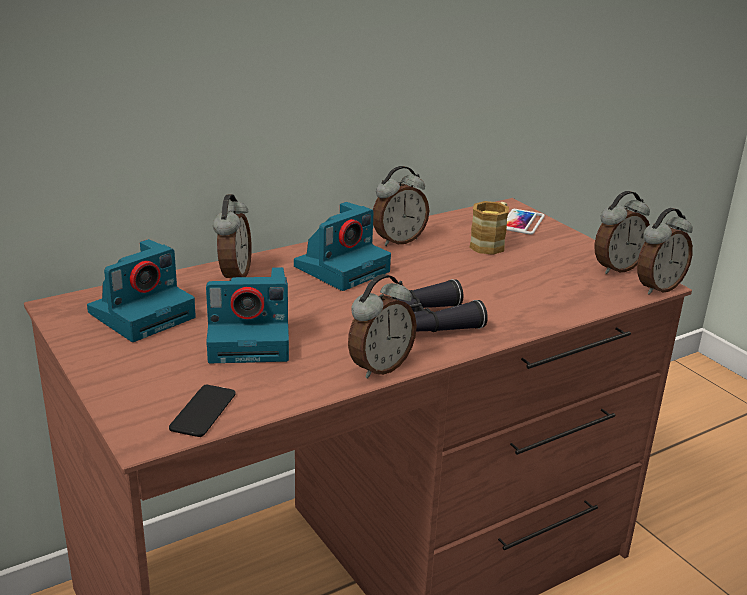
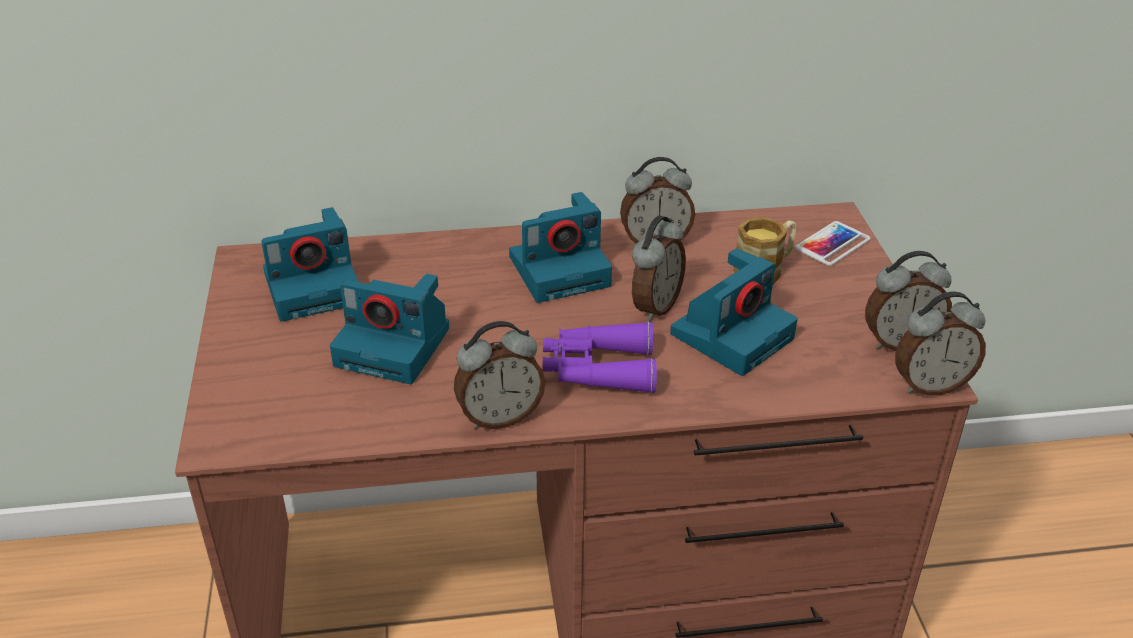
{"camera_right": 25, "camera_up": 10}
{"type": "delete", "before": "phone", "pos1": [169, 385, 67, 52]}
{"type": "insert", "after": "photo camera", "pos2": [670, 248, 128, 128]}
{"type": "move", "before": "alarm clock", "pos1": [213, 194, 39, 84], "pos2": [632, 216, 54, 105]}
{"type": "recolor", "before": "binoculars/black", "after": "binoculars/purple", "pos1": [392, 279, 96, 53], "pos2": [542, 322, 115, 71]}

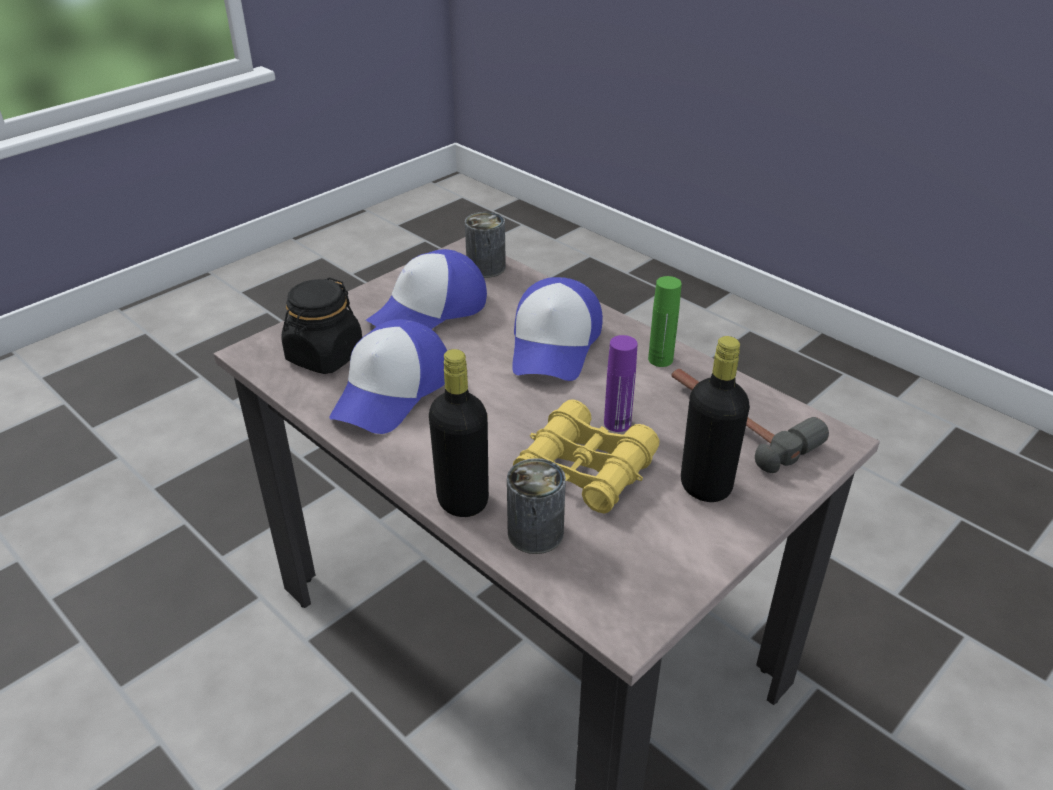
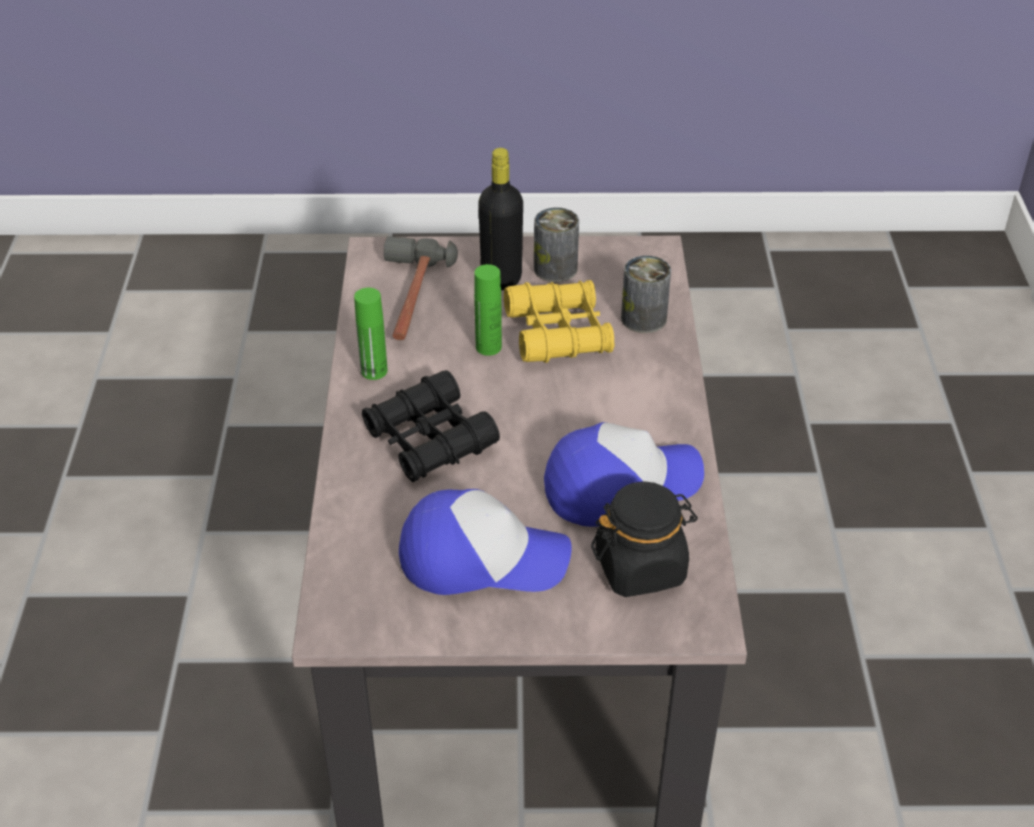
{"camera_right": -135, "camera_up": 5}
{"type": "delete", "before": "bottle/black", "pos1": [429, 349, 60, 168]}
{"type": "move", "before": "can", "pos1": [465, 212, 41, 66], "pos2": [534, 207, 45, 75]}
{"type": "replace", "before": "cap", "after": "binoculars/black", "pos1": [512, 277, 91, 104], "pos2": [362, 370, 138, 112]}
{"type": "recolor", "before": "bottle/purple", "after": "bottle/green", "pos1": [604, 335, 34, 97], "pos2": [474, 264, 28, 92]}

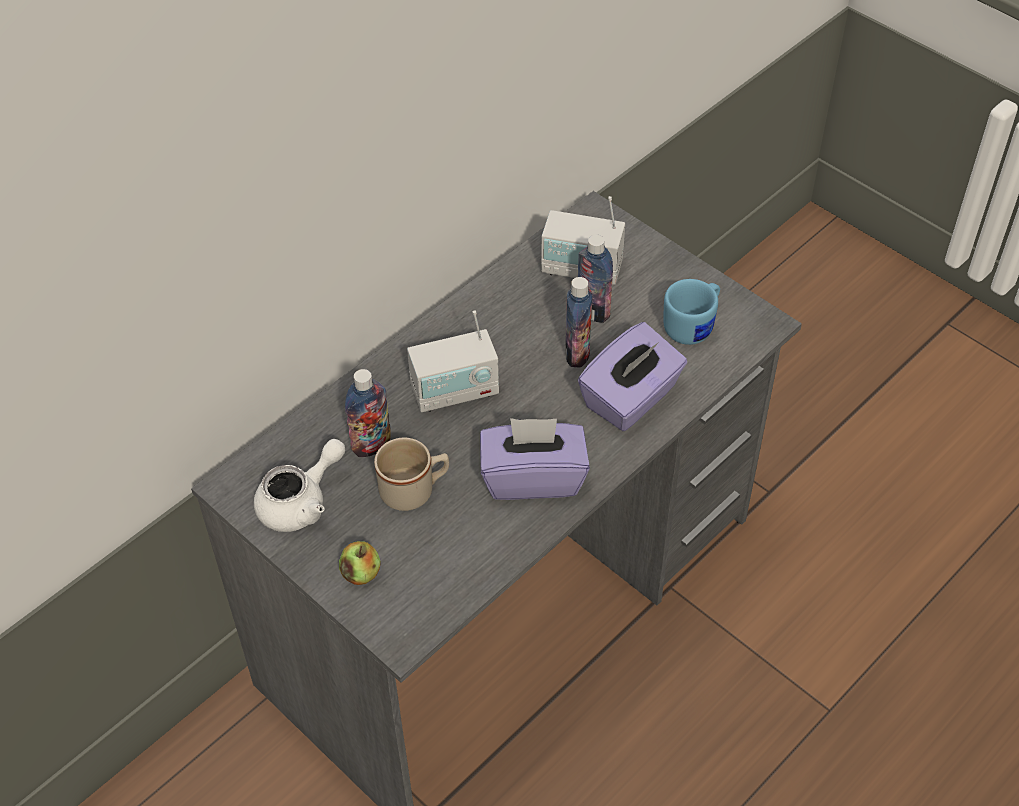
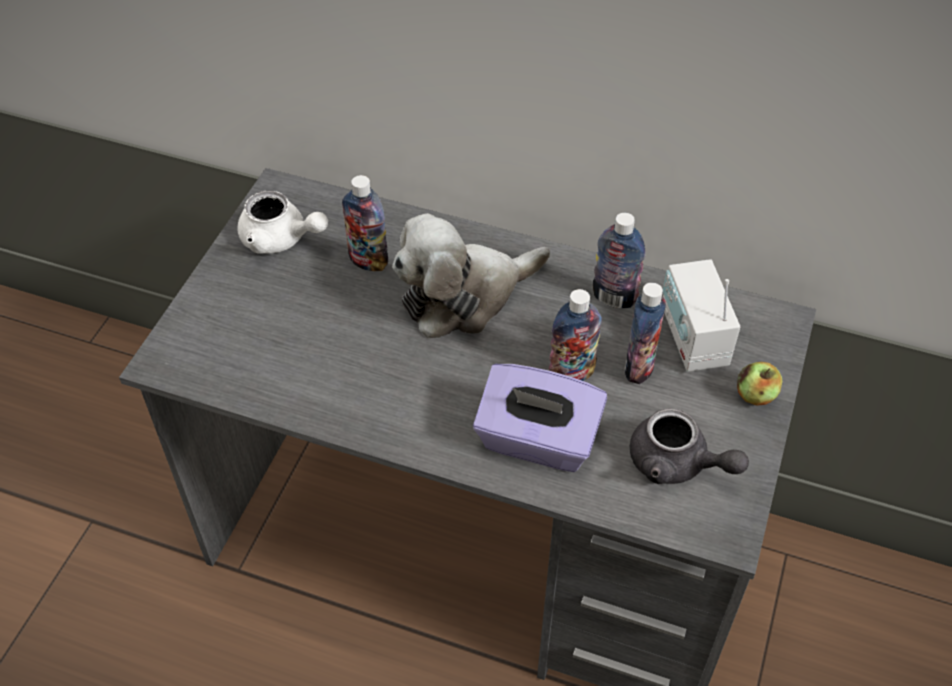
{"camera_right": 65, "camera_up": 0}
{"type": "delete", "before": "mug/beige", "pos1": [374, 438, 75, 73]}
{"type": "delete", "before": "tissue box/purple", "pos1": [480, 418, 110, 82]}
{"type": "insert", "after": "bottle", "pos2": [593, 213, 52, 95]}
{"type": "move", "before": "apple", "pos1": [339, 541, 42, 44], "pos2": [737, 362, 45, 44]}
{"type": "replace", "before": "radio", "after": "plush toy", "pos1": [407, 310, 92, 102], "pos2": [392, 213, 158, 125]}
{"type": "replace", "before": "mug/blue", "after": "teapot/grey", "pos1": [663, 279, 57, 66], "pos2": [630, 408, 119, 76]}

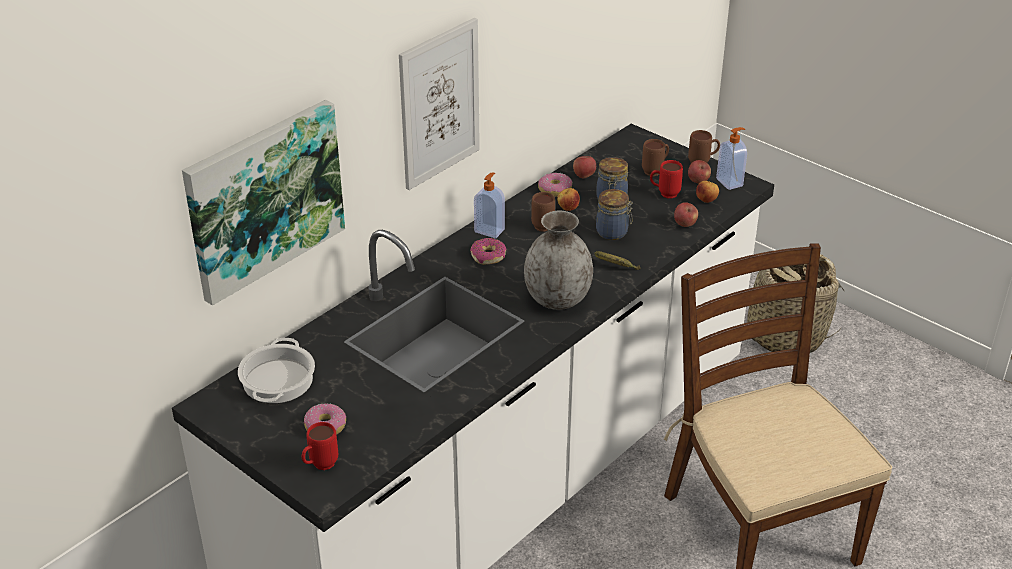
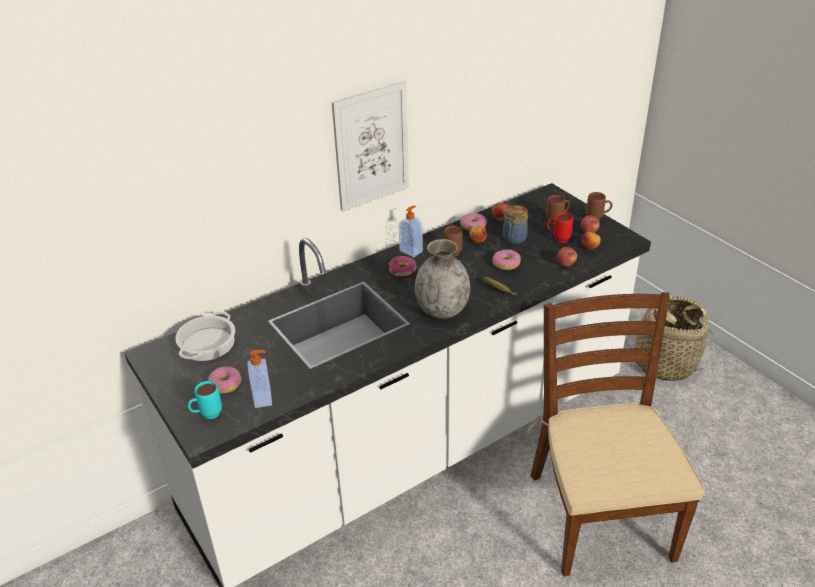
{"camera_right": 15, "camera_up": 0}
{"type": "delete", "before": "picture", "pos1": [182, 100, 163, 206]}
{"type": "move", "before": "soap dispenser", "pos1": [716, 127, 31, 63], "pos2": [248, 350, 24, 58]}
{"type": "replace", "before": "jar", "after": "donut", "pos1": [596, 189, 37, 51], "pos2": [492, 249, 29, 21]}
{"type": "recolor", "before": "mug/red", "after": "mug/turquoise", "pos1": [302, 422, 36, 48], "pos2": [188, 381, 34, 38]}

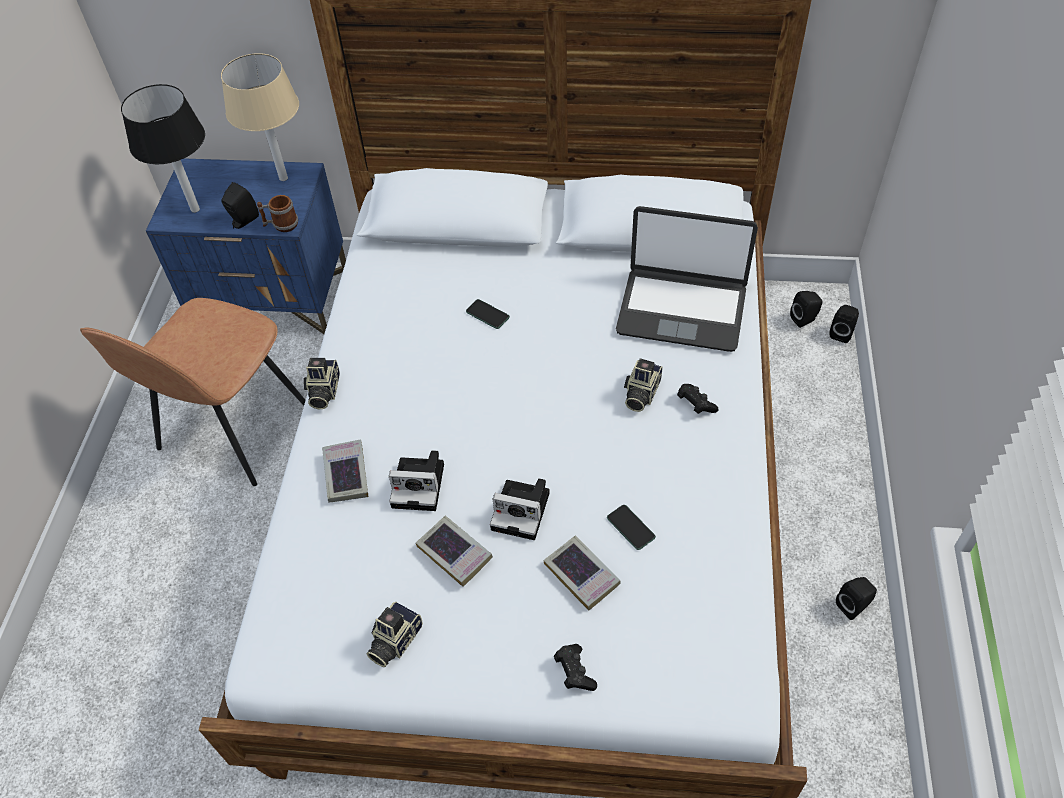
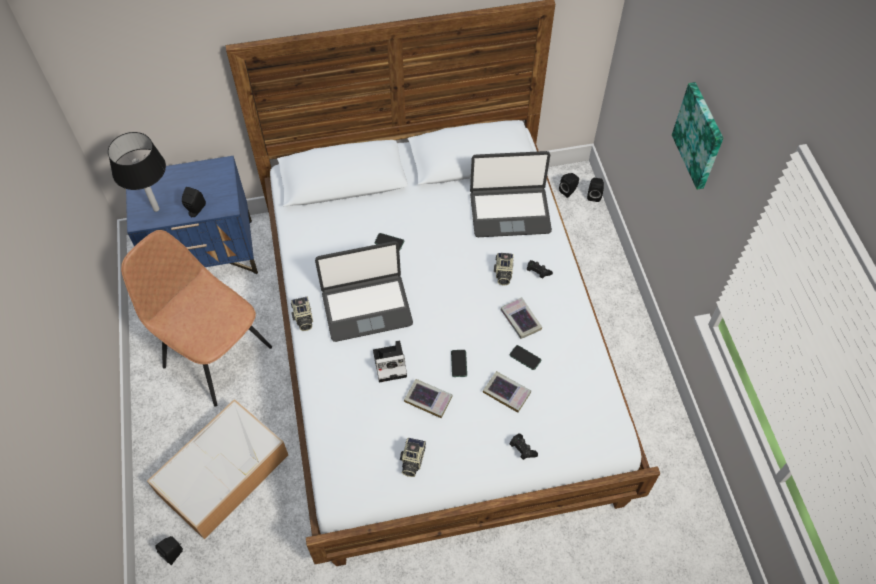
{"camera_right": -20, "camera_up": 5}
{"type": "delete", "before": "table lamp/beige", "pos1": [221, 53, 78, 128]}
{"type": "delete", "before": "mug", "pos1": [257, 195, 41, 37]}
{"type": "insert", "after": "storage box", "pos2": [147, 399, 141, 141]}
{"type": "insert", "after": "laptop", "pos2": [315, 241, 98, 101]}
{"type": "insert", "after": "picture", "pos2": [672, 82, 51, 108]}
{"type": "move", "before": "book", "pos1": [322, 439, 47, 64], "pos2": [501, 297, 41, 42]}
{"type": "move", "before": "speaker/black", "pos1": [836, 577, 41, 43], "pos2": [155, 536, 28, 29]}
{"type": "replace", "before": "photo camera", "after": "phone", "pos1": [490, 478, 60, 62], "pos2": [451, 350, 16, 27]}
{"type": "rotate", "before": "chair/brown", "pos1": [80, 298, 226, 188], "pos2": [121, 230, 151, 176], "turn": 120}

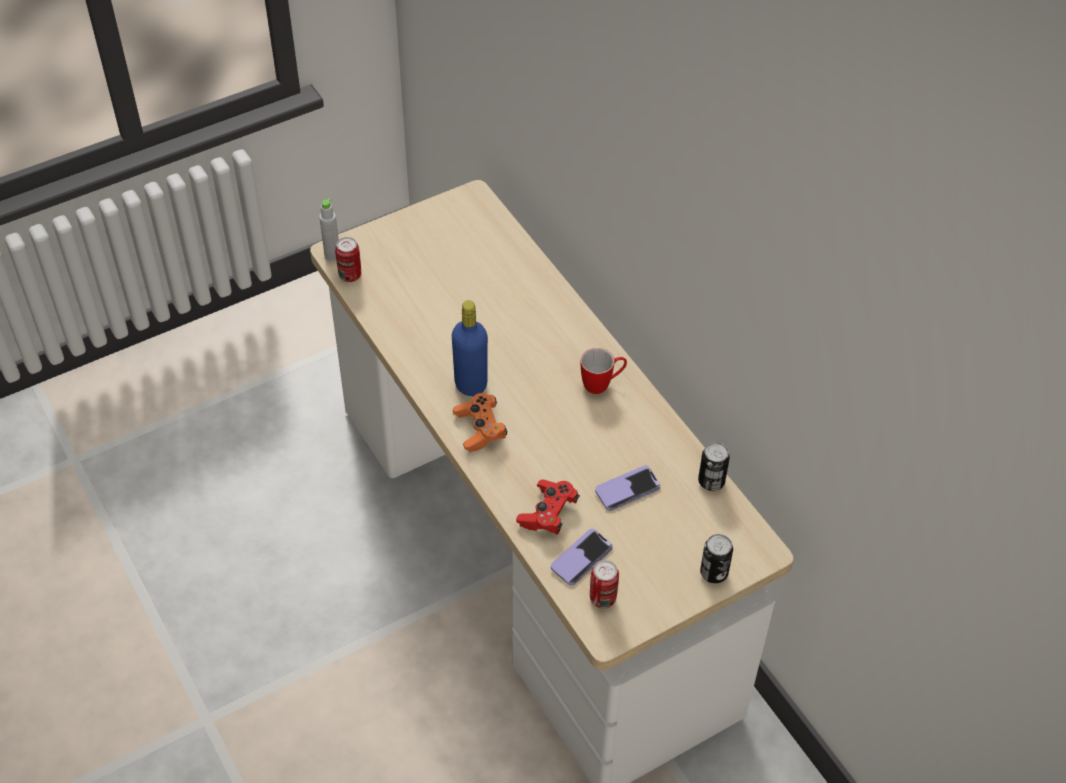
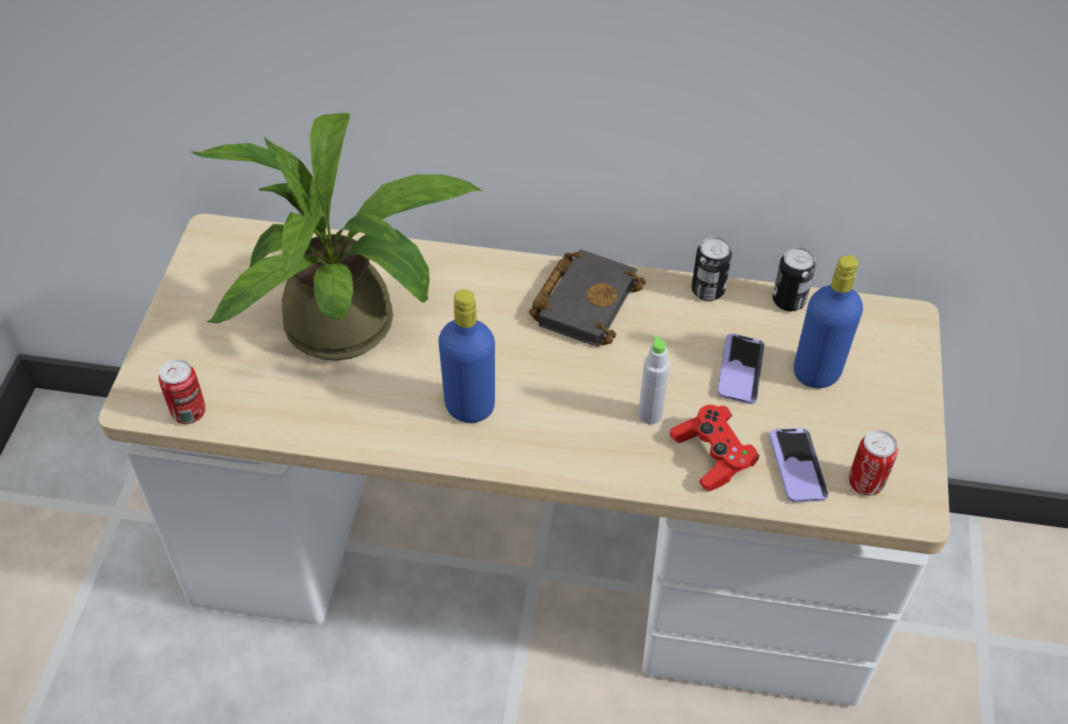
{"camera_right": -50, "camera_up": 0}
{"type": "delete", "before": "game controller/orange", "pos1": [453, 393, 54, 59]}
{"type": "insert", "after": "potted plant", "pos2": [192, 113, 290, 248]}
{"type": "insert", "after": "bottle/blue", "pos2": [794, 255, 69, 133]}
{"type": "move", "before": "bottle/grey", "pos1": [319, 198, 20, 63], "pos2": [638, 336, 32, 89]}
{"type": "move", "before": "can", "pos1": [700, 534, 33, 49], "pos2": [691, 237, 41, 64]}
{"type": "replace", "before": "mug", "after": "book/black", "pos1": [581, 348, 46, 46], "pos2": [529, 249, 117, 98]}

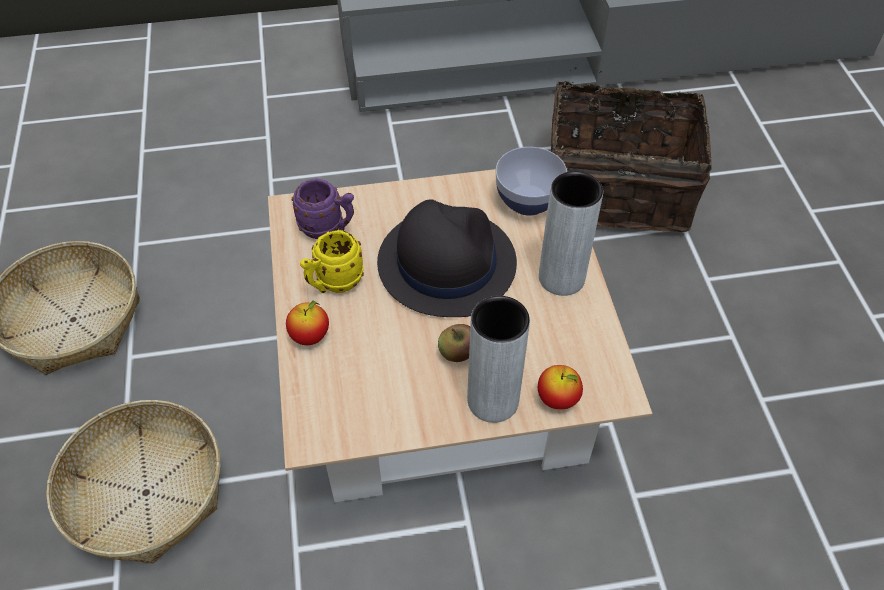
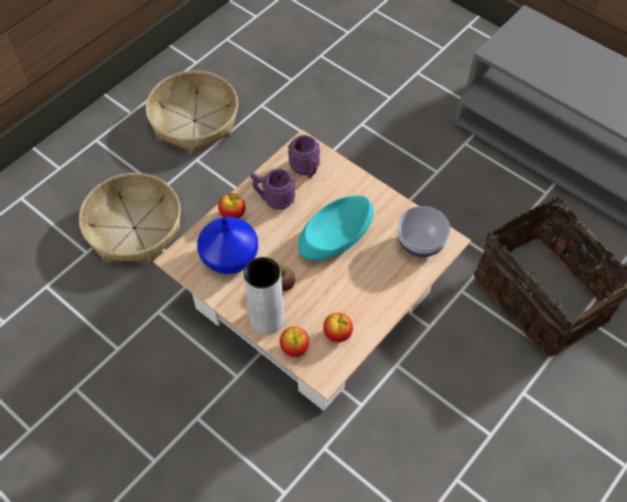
{"camera_right": 50, "camera_up": 5}
{"type": "delete", "before": "vase/grey", "pos1": [539, 171, 64, 125]}
{"type": "insert", "after": "vase/blue", "pos2": [197, 217, 61, 57]}
{"type": "insert", "after": "apple", "pos2": [323, 313, 30, 29]}
{"type": "replace", "before": "hat/black", "after": "bowl/turquoise", "pos1": [377, 199, 140, 118], "pos2": [298, 196, 76, 65]}
{"type": "recolor", "before": "mug/yellow", "after": "mug/purple", "pos1": [300, 230, 64, 63], "pos2": [250, 169, 46, 41]}

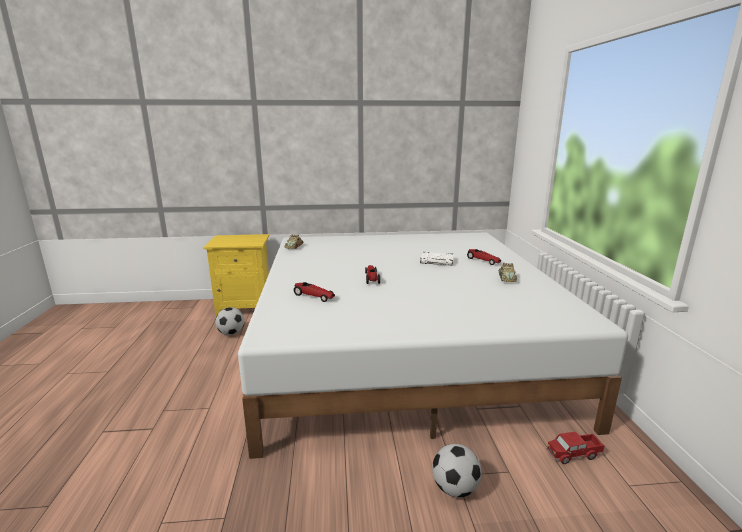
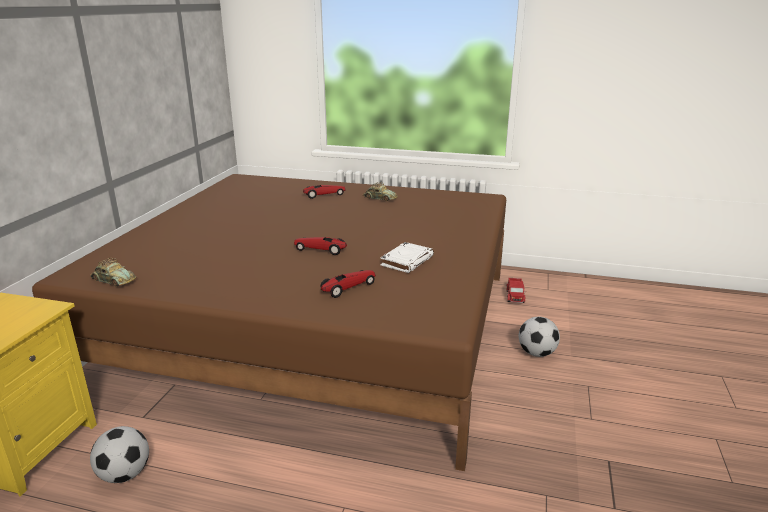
{"camera_right": -70, "camera_up": 5}
{"type": "move", "before": "book/white", "pos1": [420, 252, 34, 13], "pos2": [380, 242, 54, 31]}
{"type": "recolor", "before": "bed/white", "after": "bed/brown", "pos1": [238, 233, 390, 226], "pos2": [32, 174, 474, 297]}

